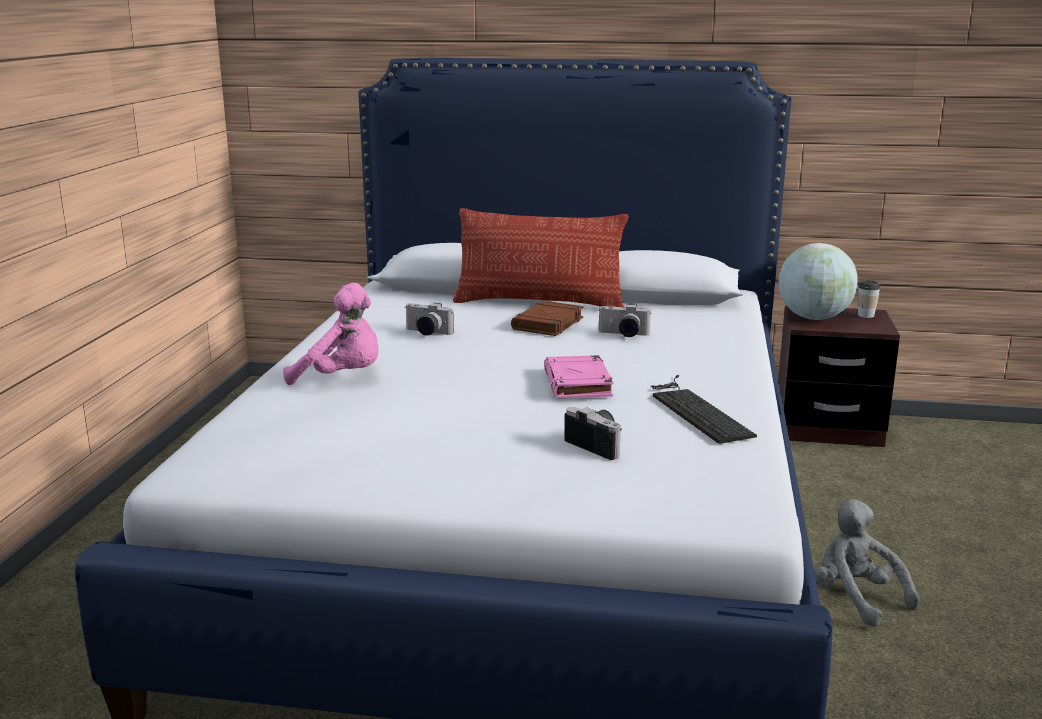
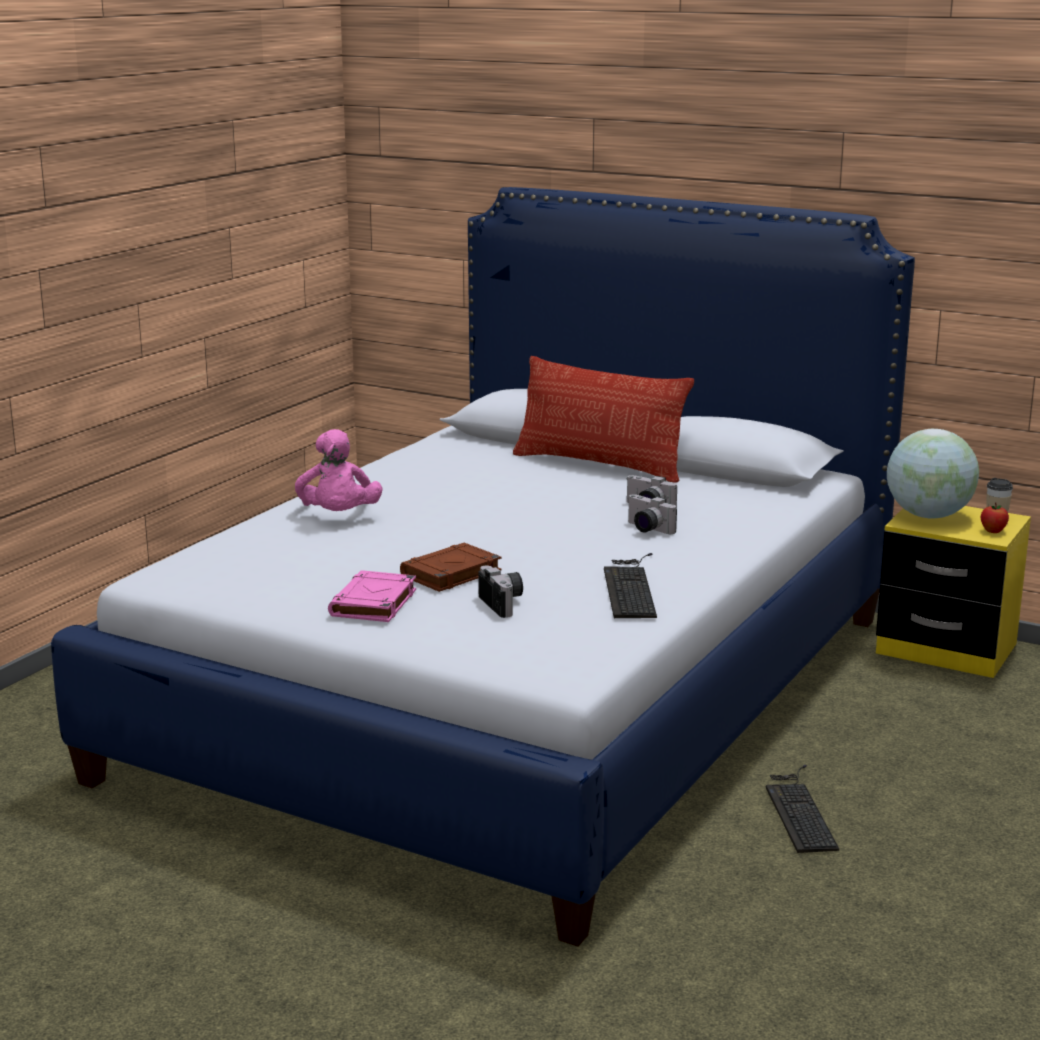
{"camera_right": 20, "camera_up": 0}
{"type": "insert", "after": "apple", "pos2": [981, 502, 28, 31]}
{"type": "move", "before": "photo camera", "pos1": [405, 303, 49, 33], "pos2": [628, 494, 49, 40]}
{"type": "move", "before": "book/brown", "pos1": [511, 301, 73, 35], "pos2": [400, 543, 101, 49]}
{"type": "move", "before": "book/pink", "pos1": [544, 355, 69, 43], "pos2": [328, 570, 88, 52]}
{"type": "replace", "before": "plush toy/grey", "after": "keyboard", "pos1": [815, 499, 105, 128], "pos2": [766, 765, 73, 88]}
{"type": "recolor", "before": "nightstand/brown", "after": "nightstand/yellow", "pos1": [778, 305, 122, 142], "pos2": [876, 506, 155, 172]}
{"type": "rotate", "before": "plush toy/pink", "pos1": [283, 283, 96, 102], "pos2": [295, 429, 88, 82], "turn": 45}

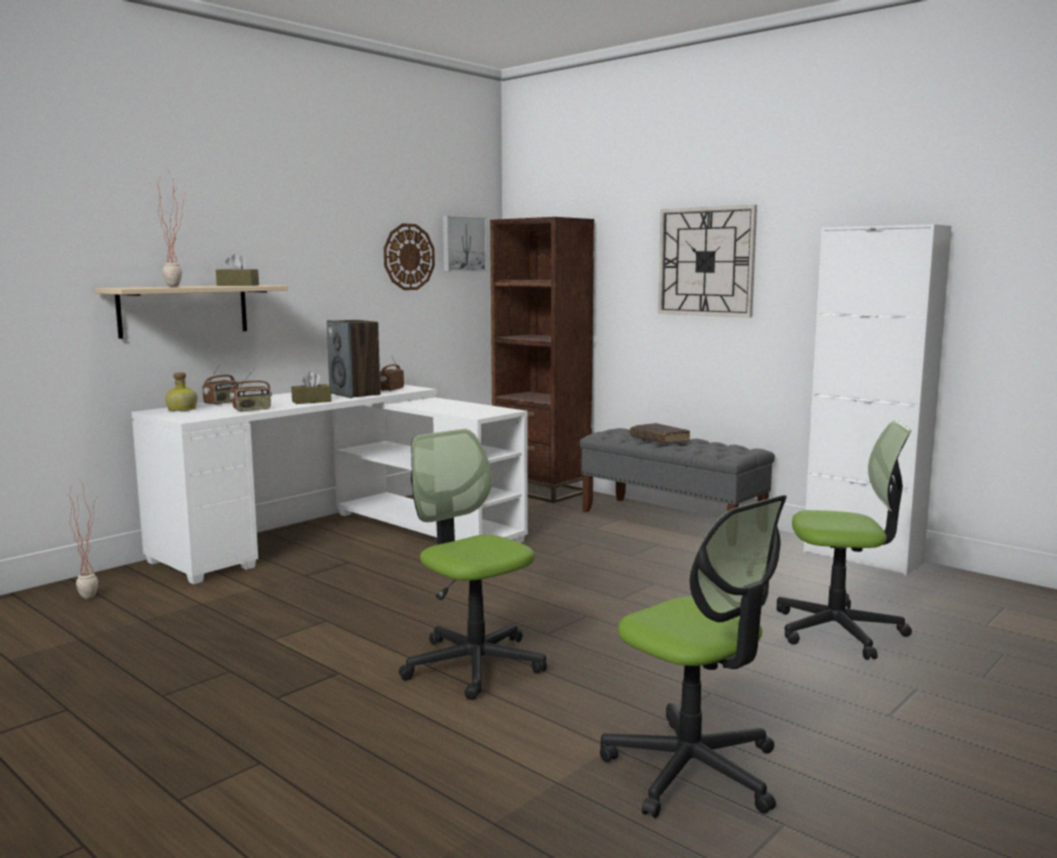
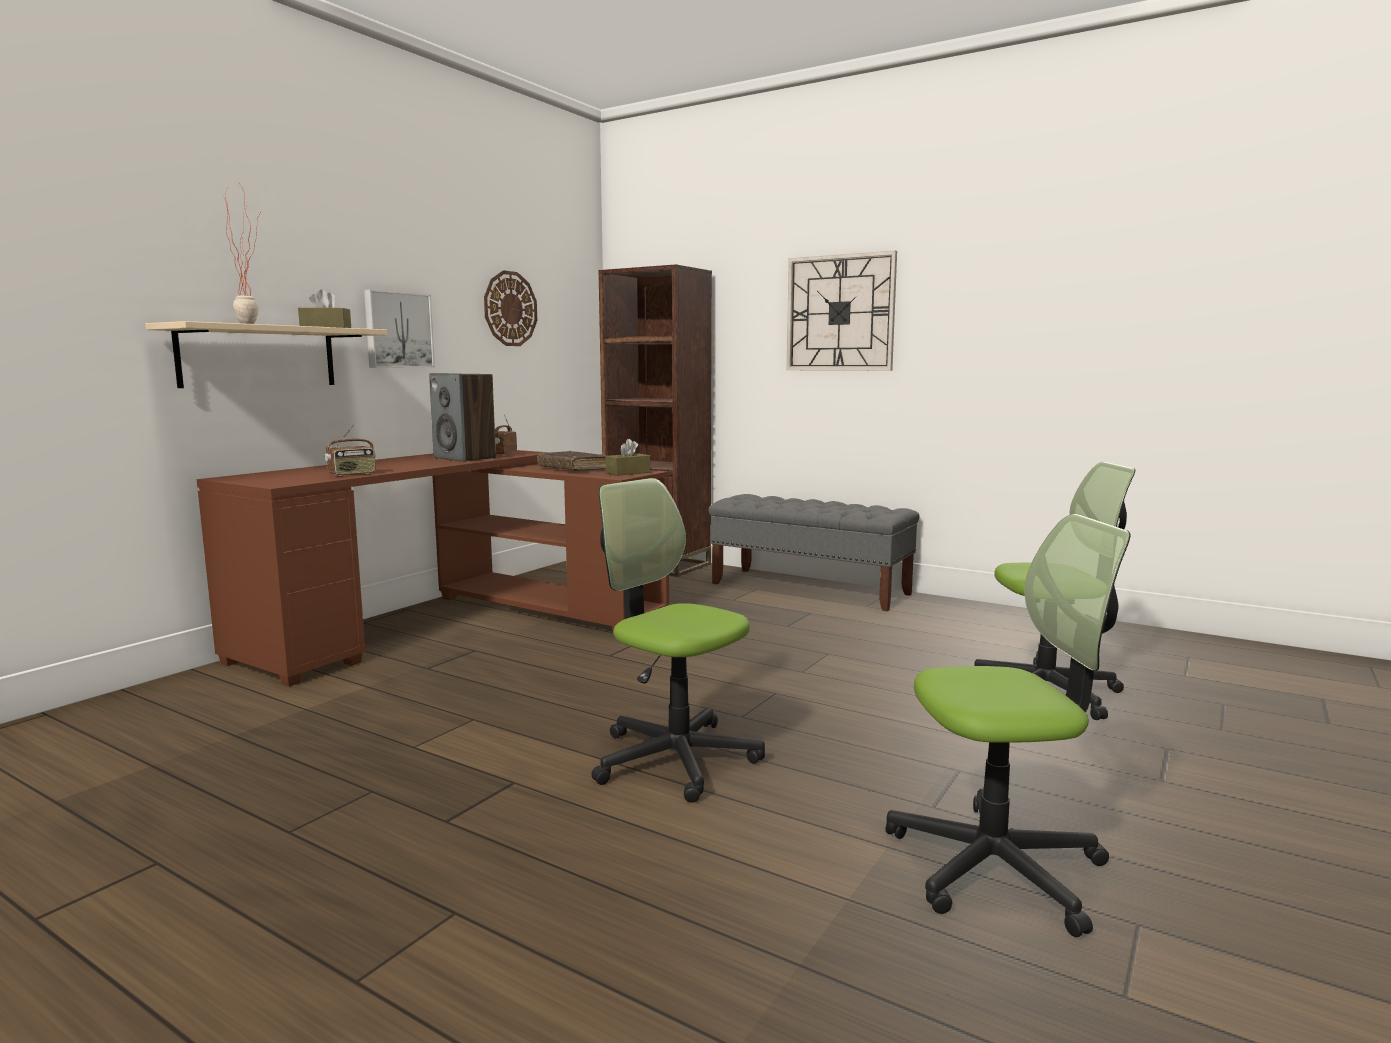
{"camera_right": -10, "camera_up": 0}
{"type": "delete", "before": "potted plant", "pos1": [69, 476, 29, 123]}
{"type": "delete", "before": "bottle", "pos1": [165, 373, 32, 38]}
{"type": "delete", "before": "radio", "pos1": [202, 364, 37, 41]}
{"type": "delete", "before": "cabinet/white", "pos1": [803, 224, 149, 352]}
{"type": "move", "before": "tissue box/brown", "pos1": [291, 371, 40, 33], "pos2": [605, 439, 45, 37]}
{"type": "move", "before": "picture", "pos1": [443, 215, 44, 57], "pos2": [364, 290, 71, 77]}
{"type": "move", "before": "book/brown", "pos1": [630, 423, 60, 21], "pos2": [537, 451, 69, 20]}
{"type": "recolor", "before": "desk/white", "after": "desk/brown", "pos1": [131, 385, 397, 199], "pos2": [196, 450, 473, 237]}
{"type": "rotate", "before": "office chair", "pos1": [600, 495, 187, 323], "pos2": [885, 514, 245, 423], "turn": -45}

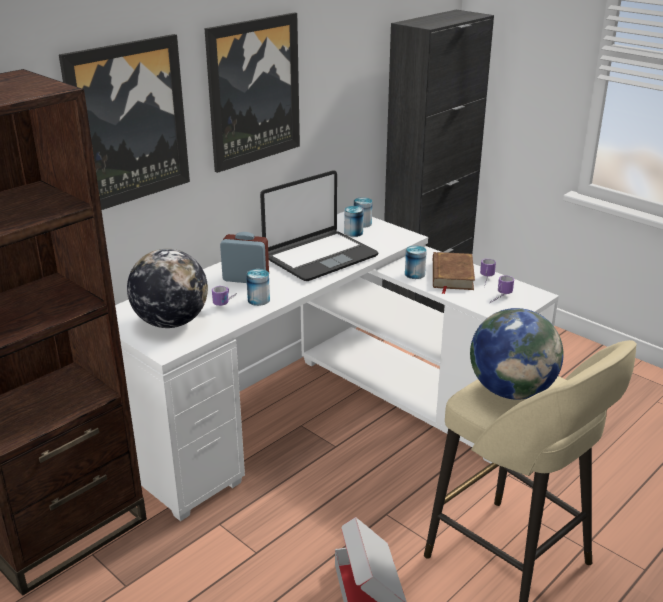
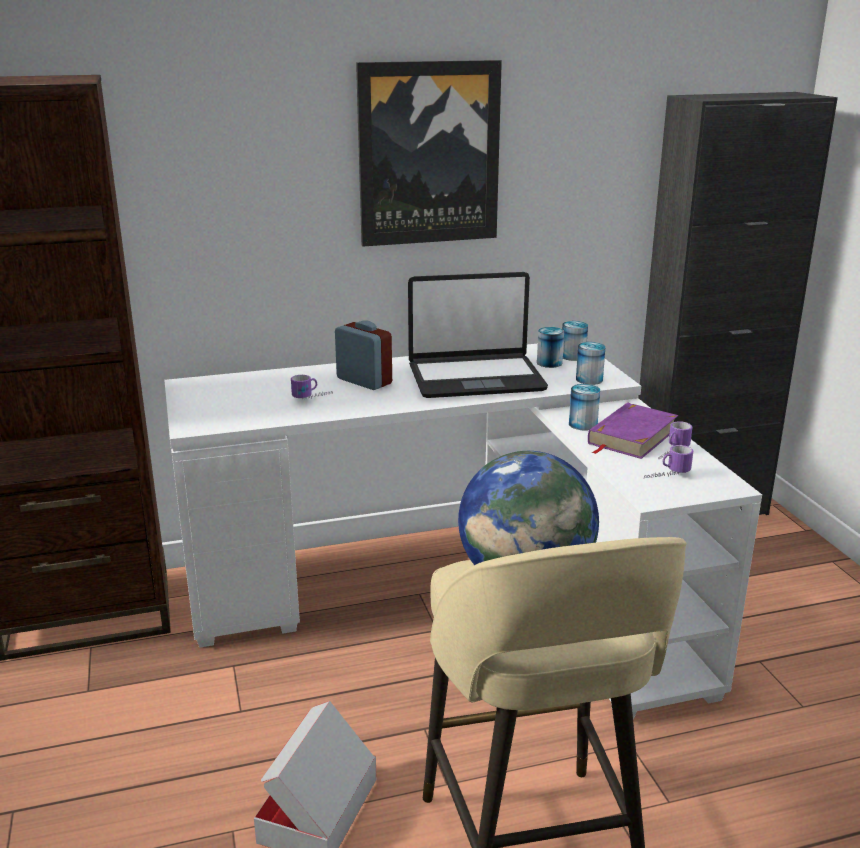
{"camera_right": 30, "camera_up": -5}
{"type": "delete", "before": "picture", "pos1": [59, 34, 131, 176]}
{"type": "delete", "before": "globe", "pos1": [127, 249, 81, 79]}
{"type": "move", "before": "can", "pos1": [246, 269, 24, 37], "pos2": [576, 342, 29, 43]}
{"type": "recolor", "before": "book/brown", "after": "book/purple", "pos1": [433, 252, 42, 42], "pos2": [588, 403, 90, 56]}

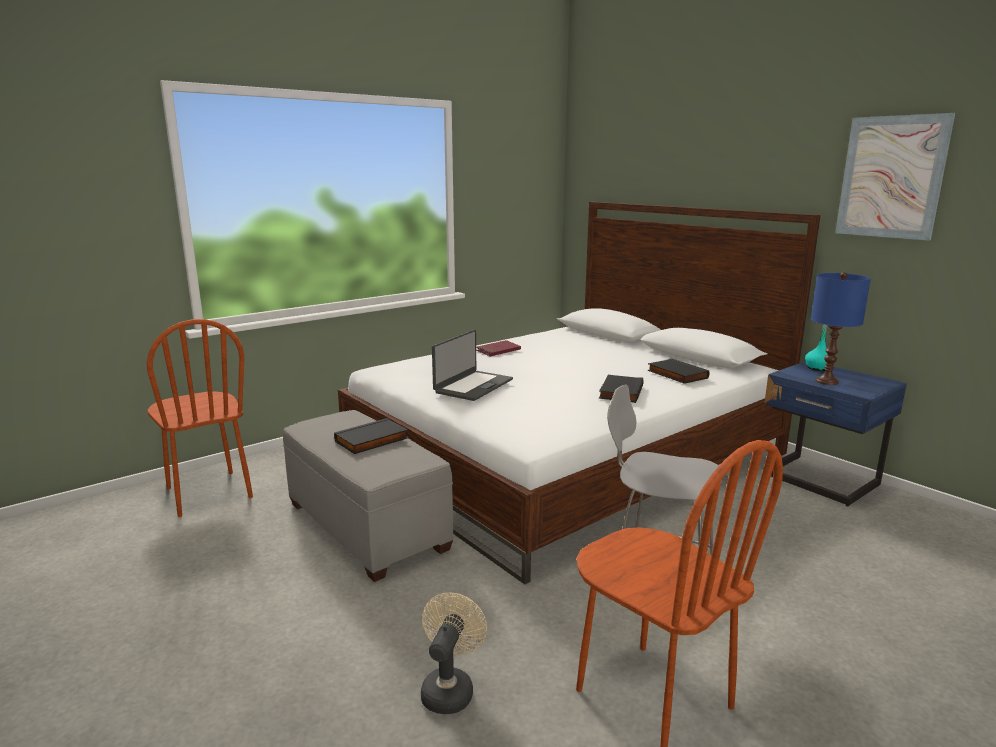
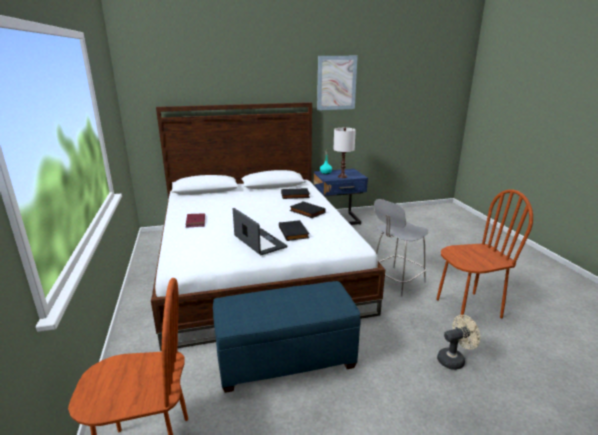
{"camera_right": -65, "camera_up": 5}
{"type": "move", "before": "book/black", "pos1": [334, 418, 75, 36], "pos2": [279, 220, 30, 21]}
{"type": "recolor", "before": "ottoman/grey", "after": "ottoman/blue", "pos1": [283, 410, 170, 172], "pos2": [213, 281, 148, 112]}
{"type": "recolor", "before": "table lamp/blue", "after": "table lamp/white", "pos1": [811, 272, 60, 113], "pos2": [333, 127, 23, 51]}
{"type": "rotate", "before": "fan/beige", "pos1": [421, 593, 66, 121], "pos2": [437, 315, 43, 55], "turn": 120}

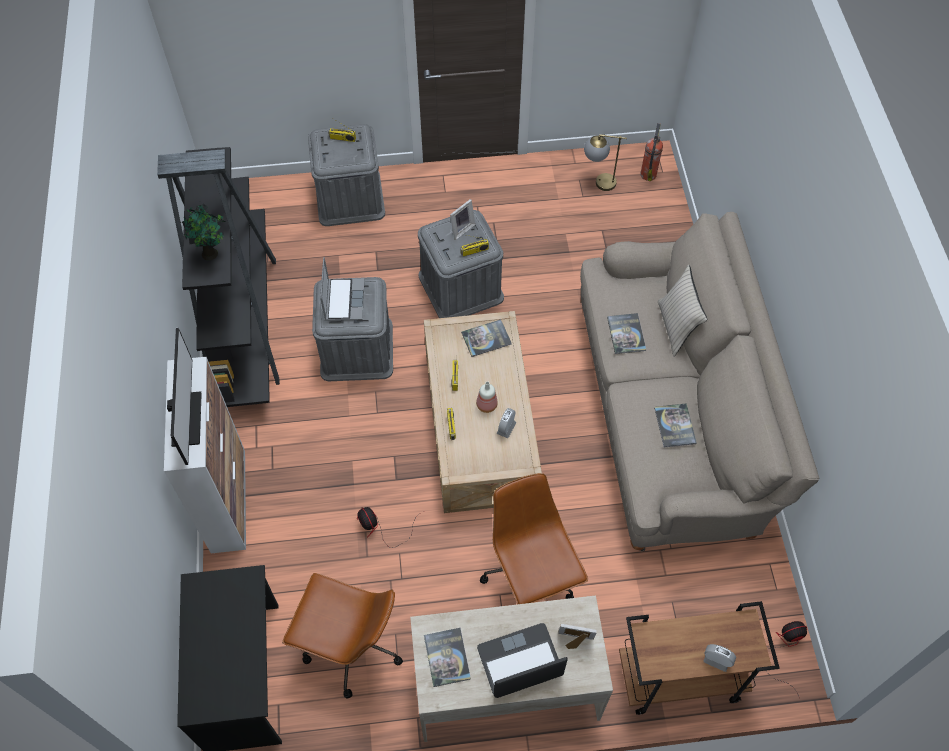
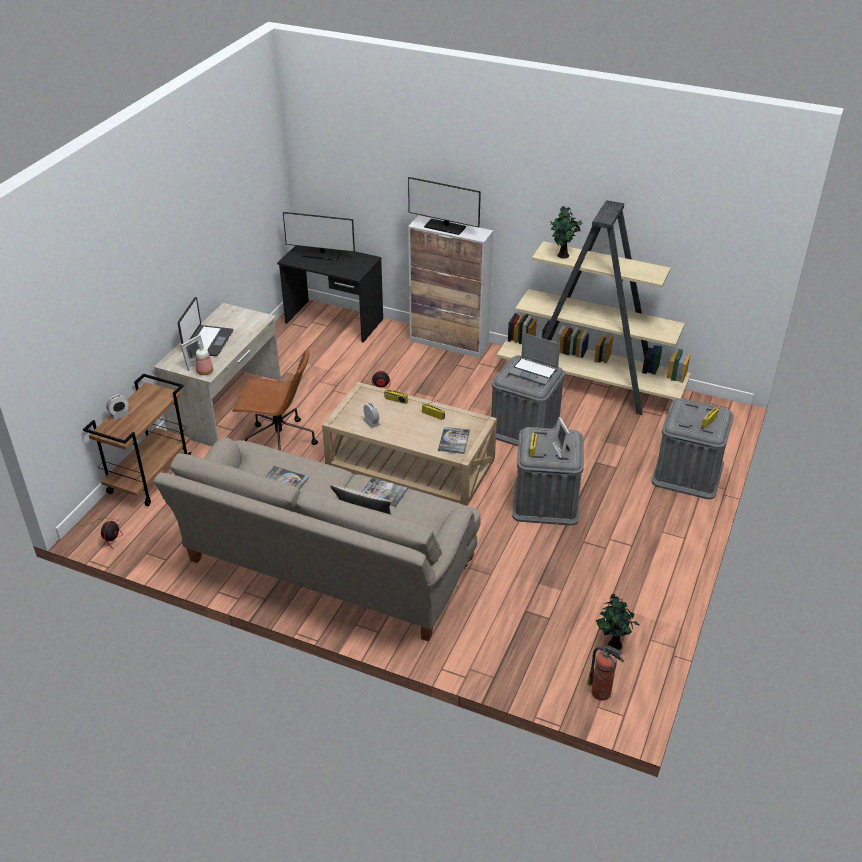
{"camera_right": 120, "camera_up": -20}
{"type": "delete", "before": "office chair/brown", "pos1": [282, 573, 121, 125]}
{"type": "delete", "before": "book", "pos1": [424, 628, 47, 59]}
{"type": "insert", "after": "monitor", "pos2": [283, 212, 72, 49]}
{"type": "move", "before": "bottle", "pos1": [476, 381, 22, 32], "pos2": [196, 342, 17, 33]}
{"type": "replace", "before": "table lamp", "after": "potted plant", "pos1": [584, 134, 43, 57], "pos2": [596, 594, 43, 56]}
{"type": "recolor", "before": "bookcase/black", "after": "bookcase/beige", "pos1": [157, 147, 123, 260], "pos2": [497, 200, 194, 215]}

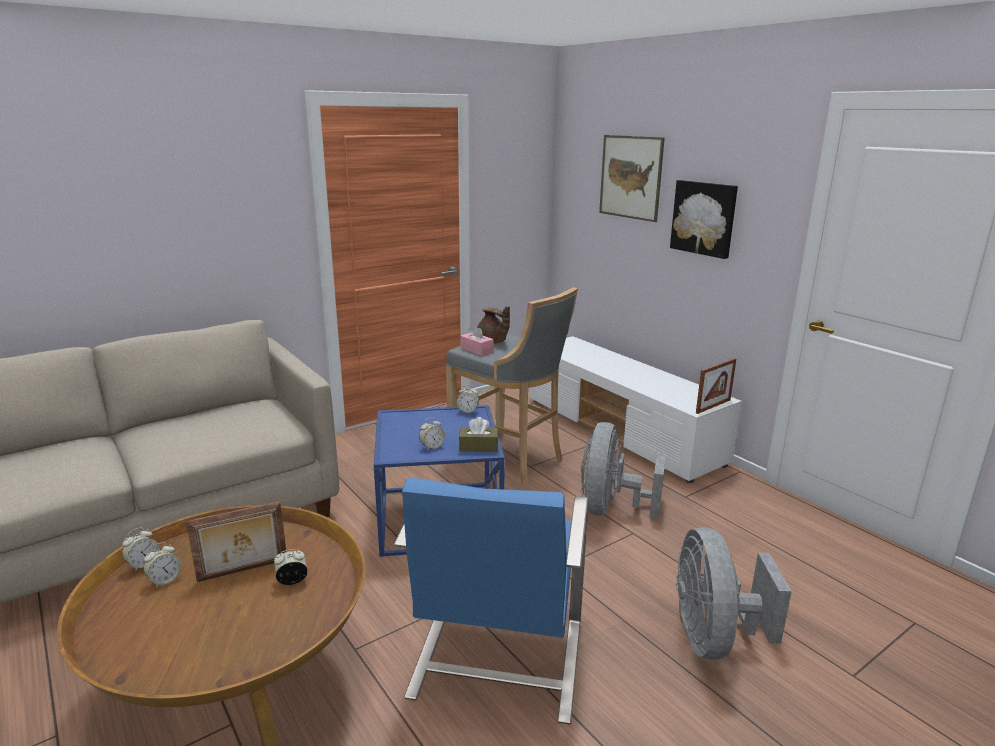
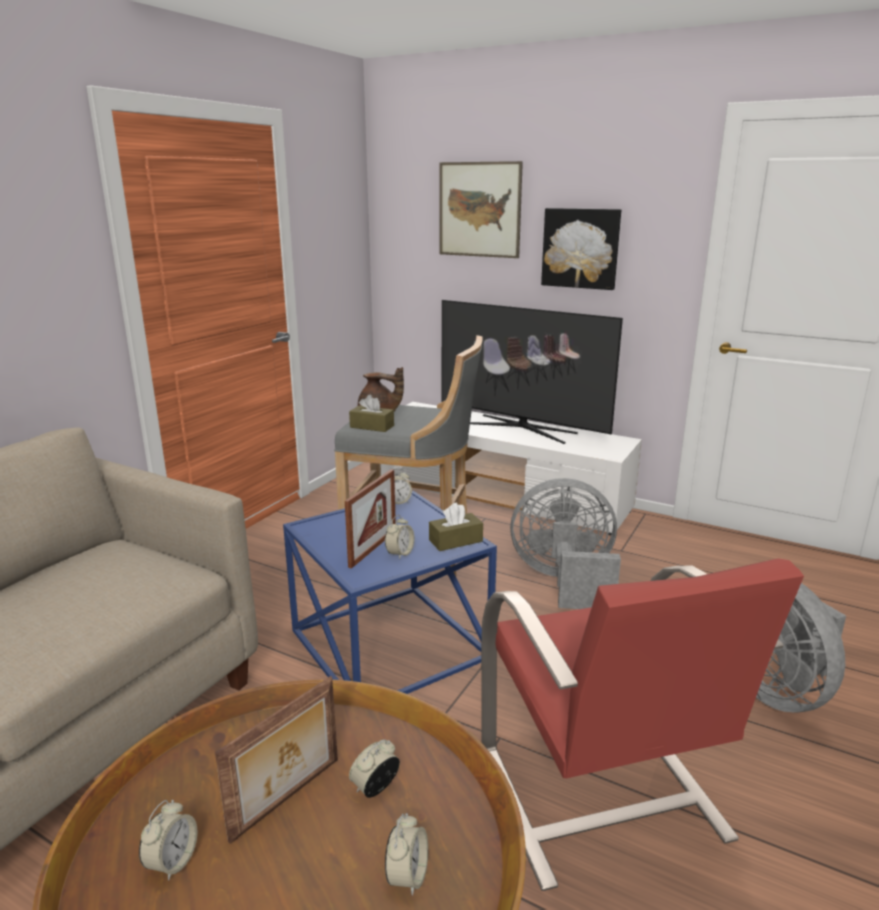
{"camera_right": -25, "camera_up": 0}
{"type": "insert", "after": "television", "pos2": [442, 300, 181, 144]}
{"type": "move", "before": "alarm clock", "pos1": [122, 527, 38, 45], "pos2": [385, 813, 43, 83]}
{"type": "move", "before": "picture frame", "pos1": [696, 358, 40, 56], "pos2": [345, 469, 51, 100]}
{"type": "recolor", "before": "armchair/blue", "after": "armchair/red", "pos1": [394, 477, 194, 248], "pos2": [481, 558, 323, 333]}
{"type": "recolor", "before": "tissue box/pink", "after": "tissue box/brown", "pos1": [461, 325, 33, 31], "pos2": [349, 395, 45, 37]}
{"type": "rotate", "before": "fan/grey", "pos1": [581, 422, 85, 96], "pos2": [510, 478, 111, 131], "turn": 105}

